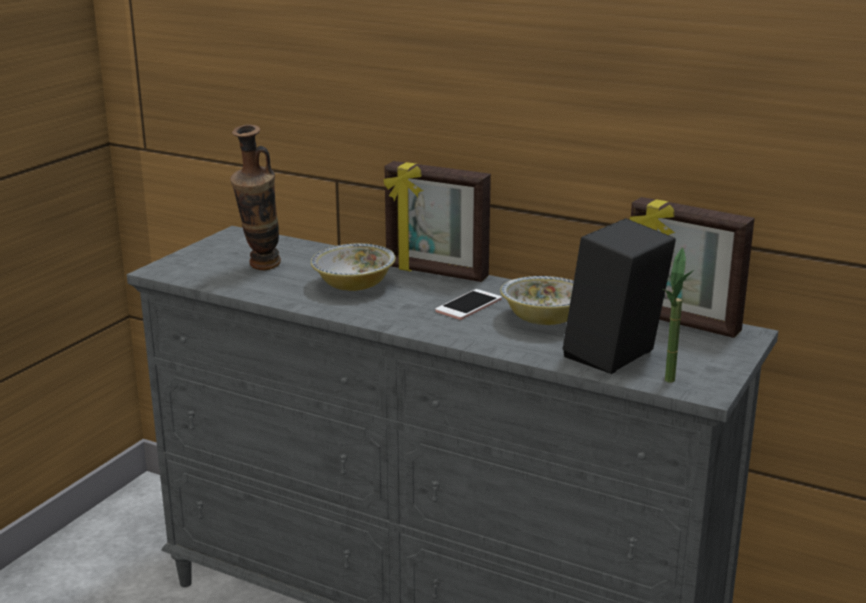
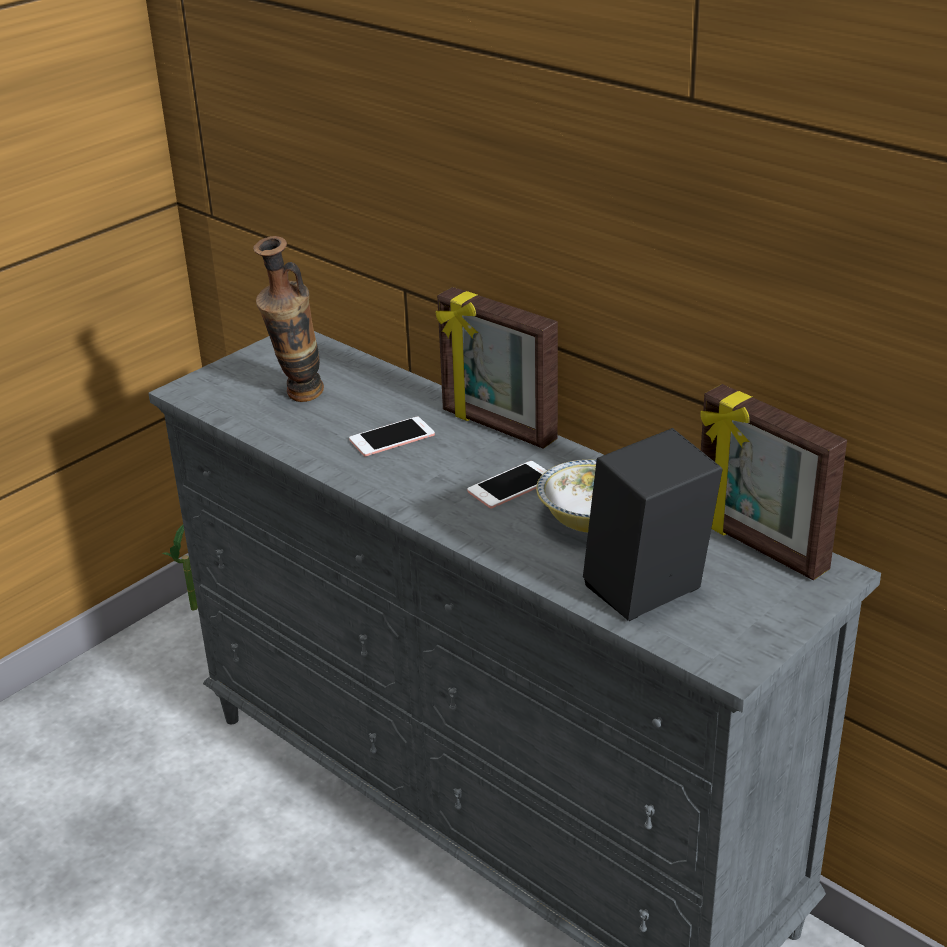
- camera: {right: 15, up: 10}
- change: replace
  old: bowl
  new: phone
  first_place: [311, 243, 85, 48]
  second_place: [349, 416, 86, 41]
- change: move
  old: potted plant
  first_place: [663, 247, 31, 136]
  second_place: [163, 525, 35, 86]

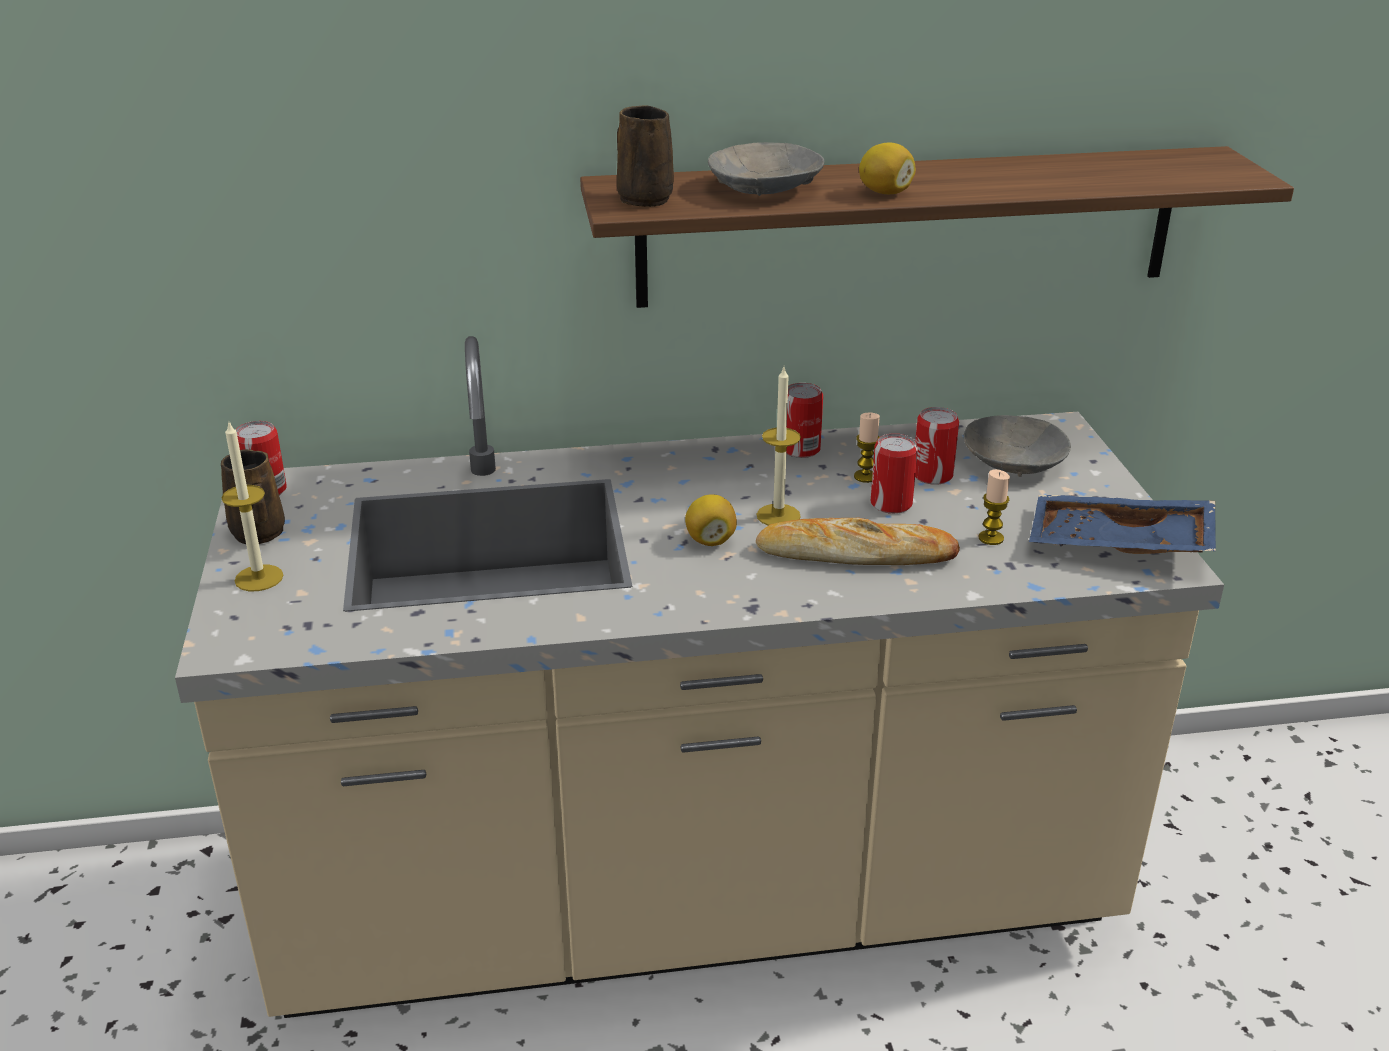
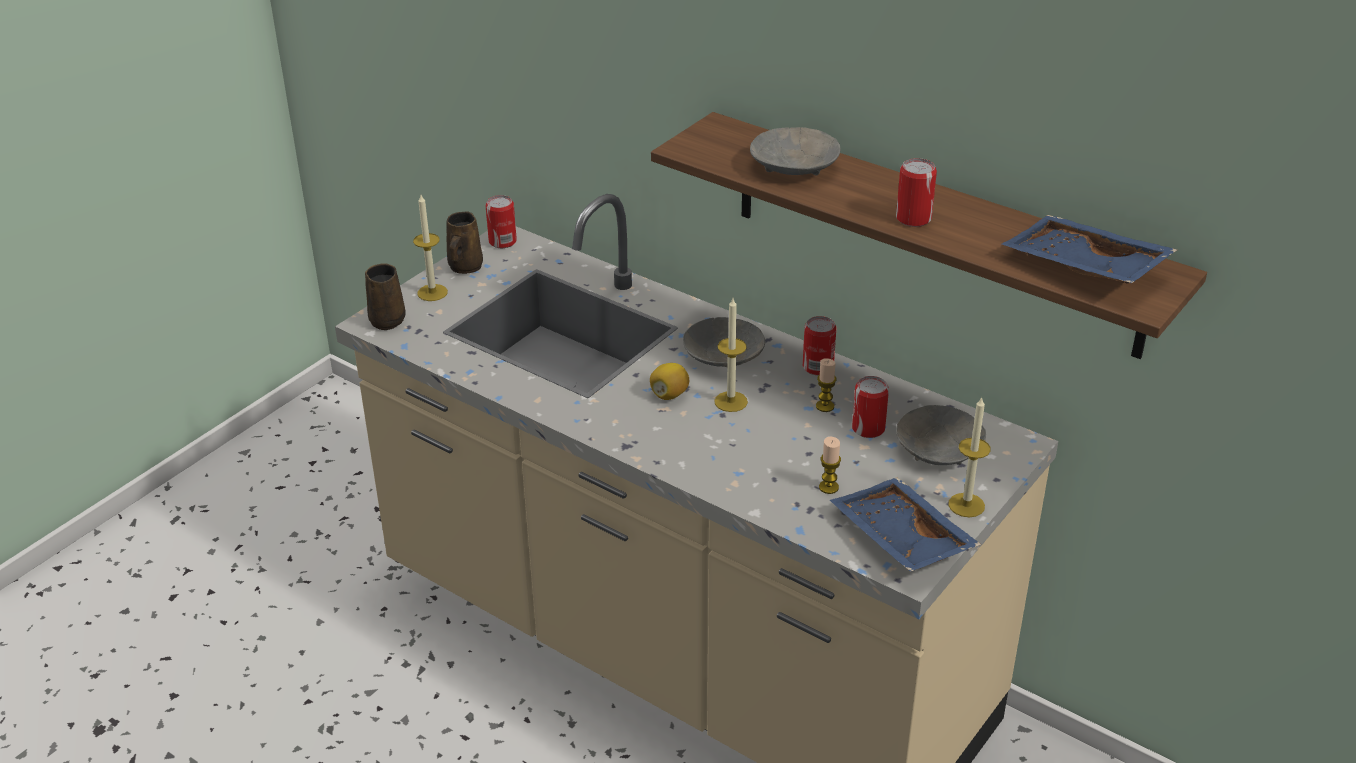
- camera: {right: 45, up: 5}
- change: move
  old: brown mug
  first_place: [617, 105, 57, 102]
  second_place: [365, 263, 41, 67]
- change: delete
  old: bread
  first_place: [756, 518, 204, 47]
- change: delete
  old: lemon
  first_place: [859, 142, 57, 52]
- change: move
  old: can
  first_place: [871, 433, 47, 81]
  second_place: [896, 158, 41, 69]
- change: insert
  new: grey bowl
  second_place: [683, 317, 82, 50]
- change: insert
  new: candle
  second_place: [948, 396, 43, 121]
- change: insert
  new: blue tray
  second_place: [1002, 215, 175, 69]

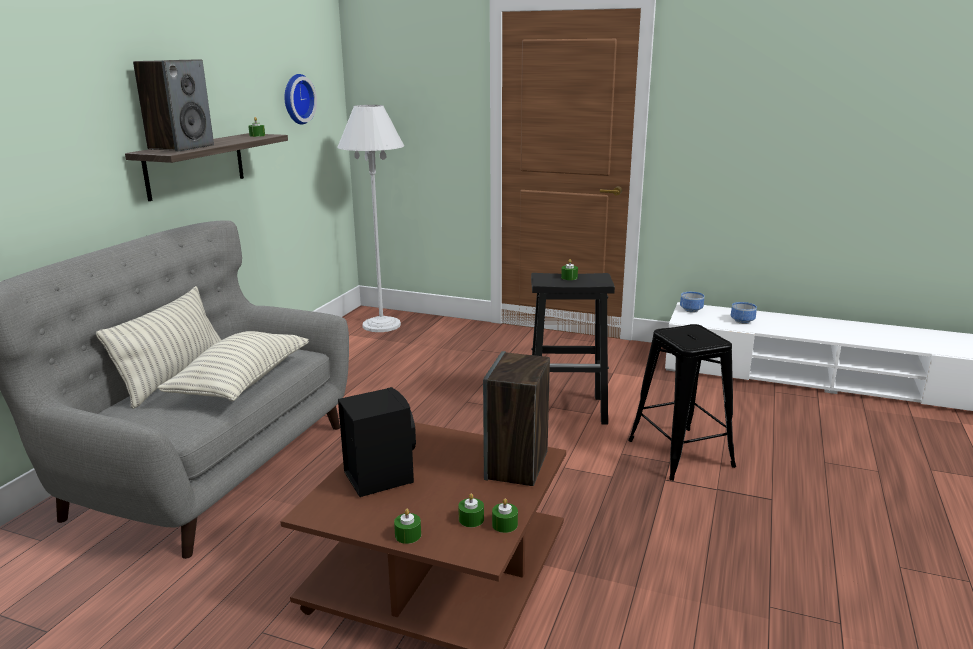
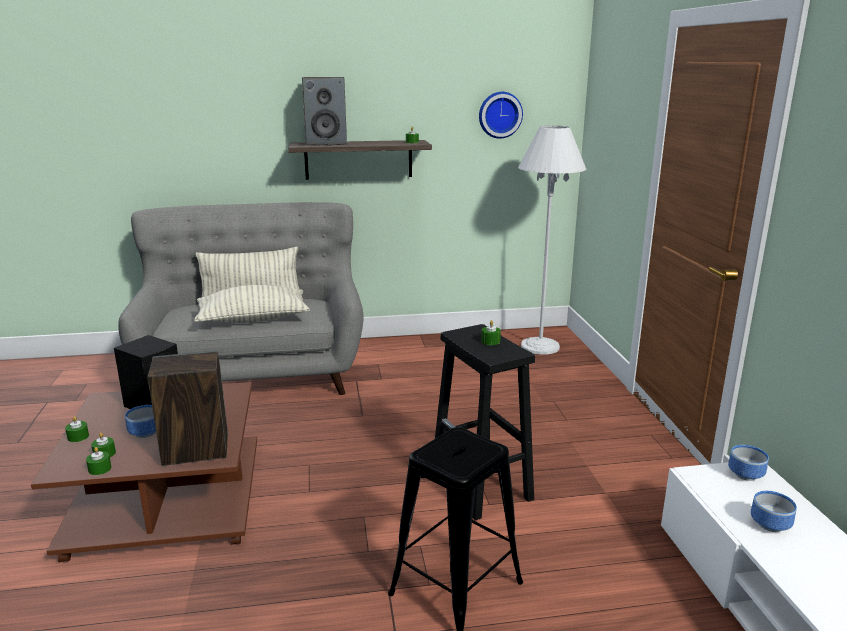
- camera: {right: 60, up: 0}
- change: insert
  new: bowl
  second_place: [125, 405, 31, 33]

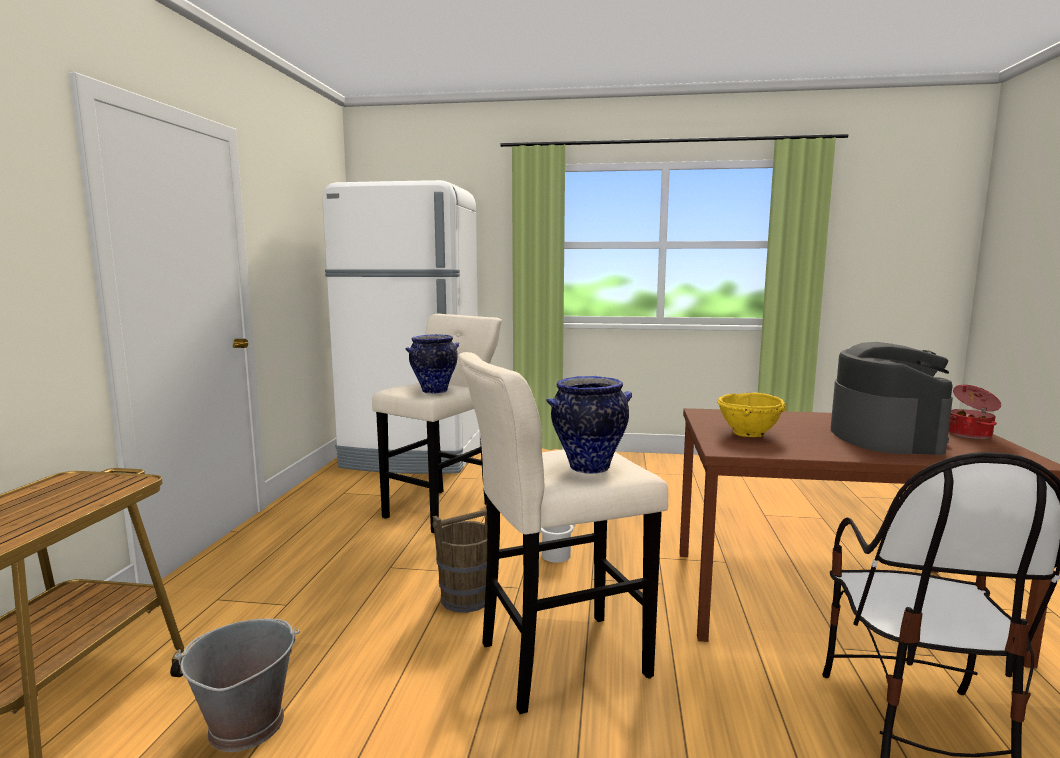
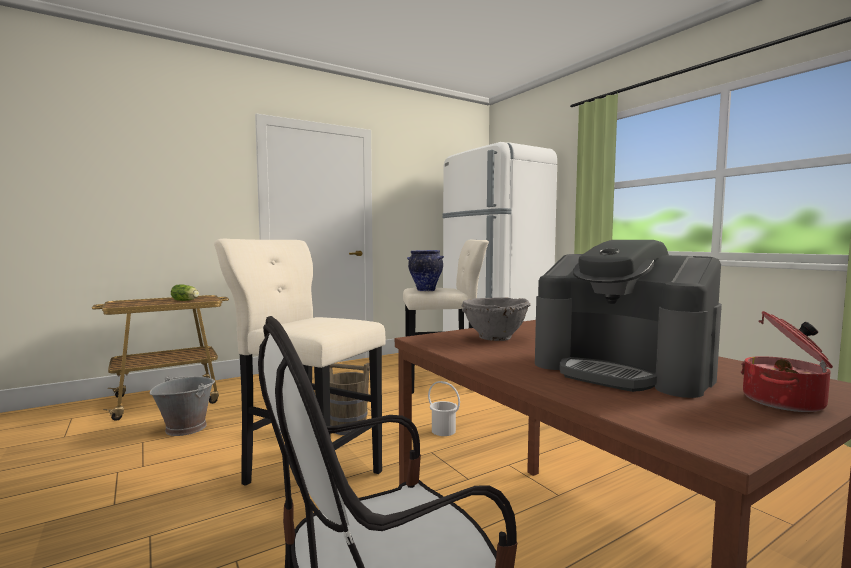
- camera: {right: 50, up: -5}
- change: delete
  old: vase
  first_place: [547, 376, 85, 98]
- change: recolor
  old: yellow bowl
  new: grey bowl
  first_place: [717, 393, 69, 44]
  second_place: [462, 297, 68, 44]
- change: rotate
  old: coffee machine
  first_place: [831, 342, 122, 113]
  second_place: [535, 240, 187, 158]
  degrees: 75
- change: insert
  new: lettuce
  second_place: [171, 284, 28, 17]

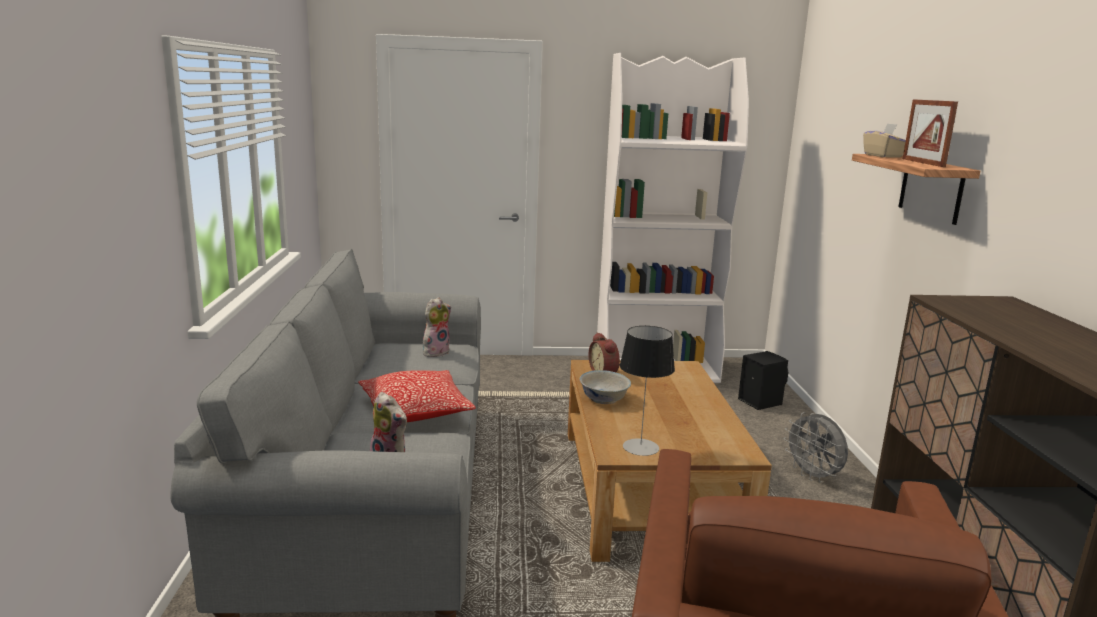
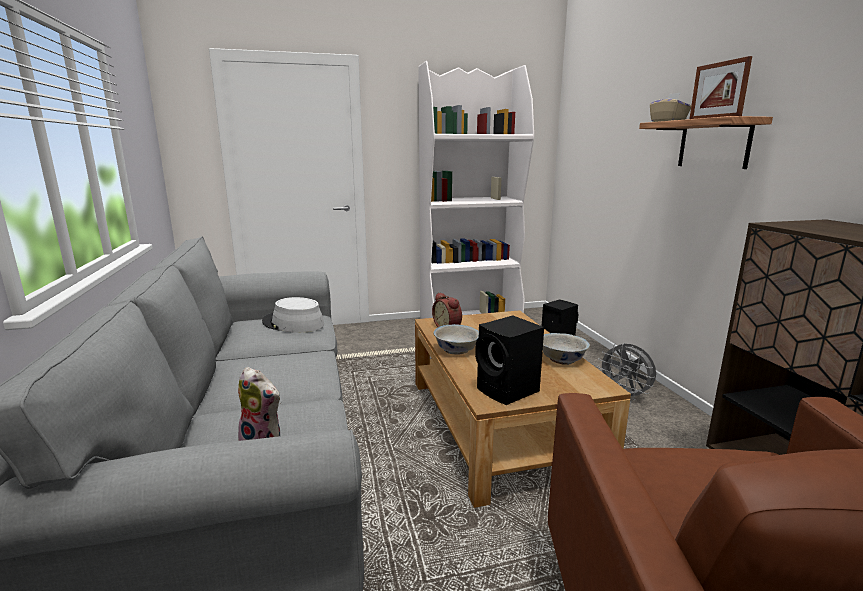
- camera: {right: -10, up: 0}
- change: delete
  old: pillow
  first_place: [358, 370, 118, 52]
- change: replace
  old: plush toy
  new: grey hat
  first_place: [423, 297, 28, 60]
  second_place: [262, 297, 62, 36]
- change: replace
  old: table lamp
  new: black speaker
  first_place: [619, 326, 56, 130]
  second_place: [475, 316, 69, 89]
- change: insert
  new: white bowl
  second_place: [543, 333, 47, 32]

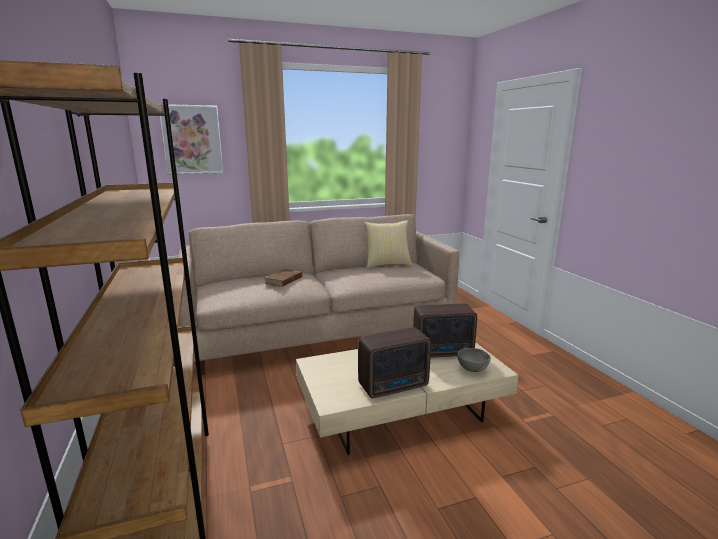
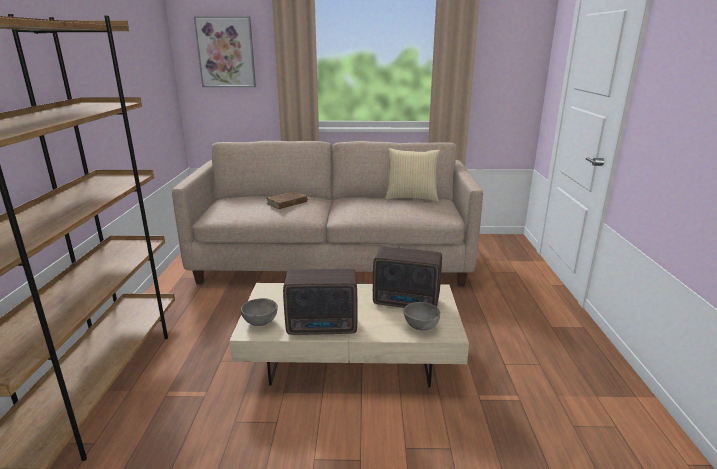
- camera: {right: 20, up: 5}
- change: insert
  new: grey bowl
  second_place: [241, 298, 37, 28]

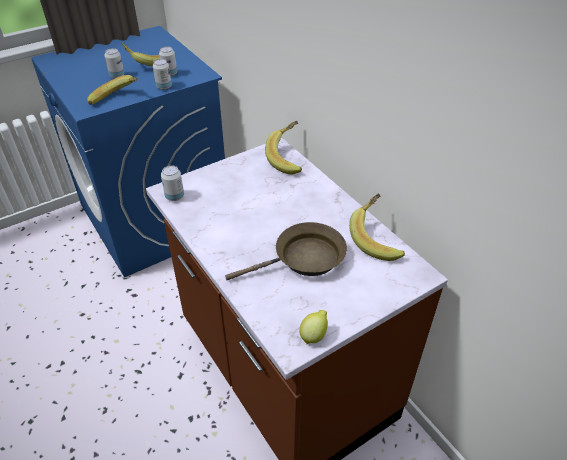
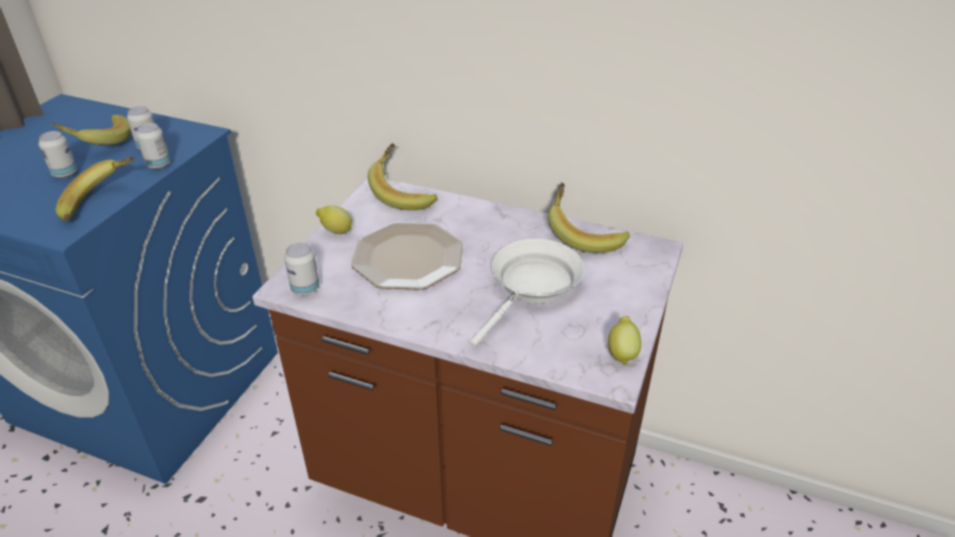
- camera: {right: -35, up: -5}
- change: recolor
  old: brown frying pan
  new: white frying pan
  first_place: [225, 222, 122, 58]
  second_place: [470, 239, 114, 108]
- change: insert
  new: lemon
  second_place: [316, 205, 36, 29]
- change: insert
  new: plate
  second_place: [351, 222, 112, 68]

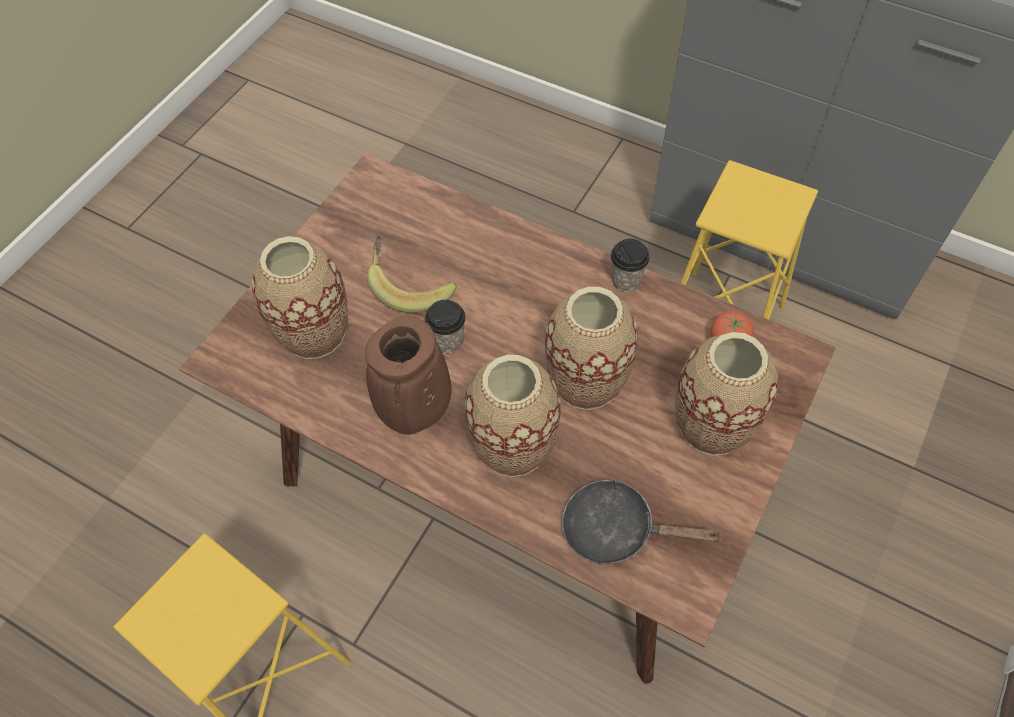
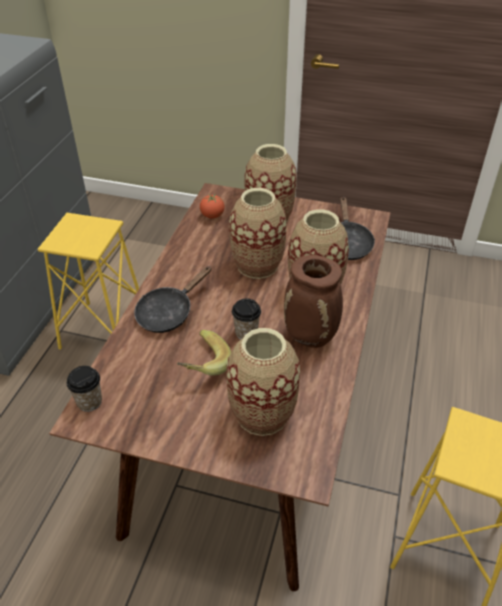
- camera: {right: -105, up: -15}
- change: move
  old: cup
  first_place: [611, 239, 39, 53]
  second_place: [67, 366, 35, 46]
- change: insert
  new: black frying pan
  second_place: [134, 266, 78, 67]

